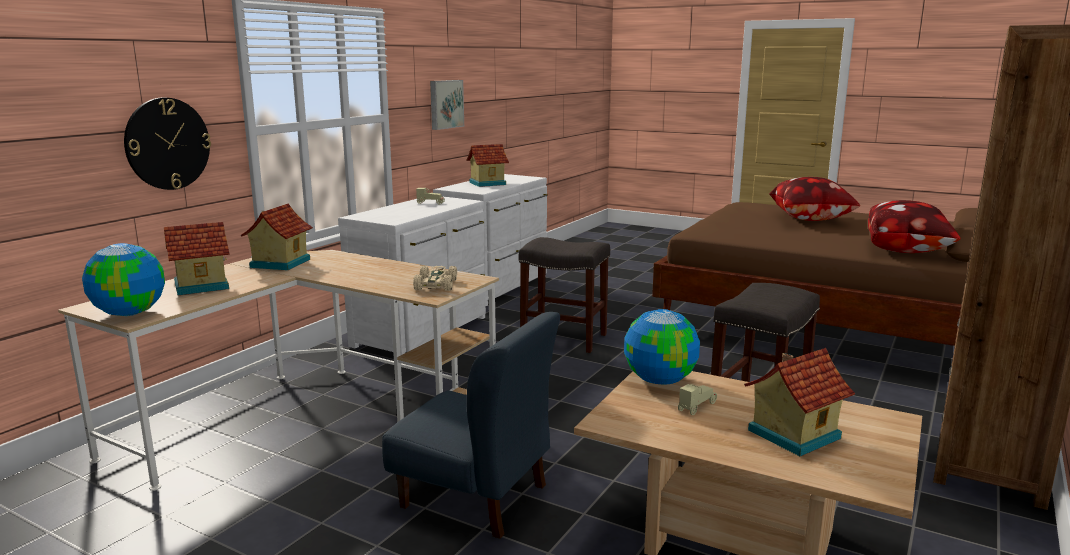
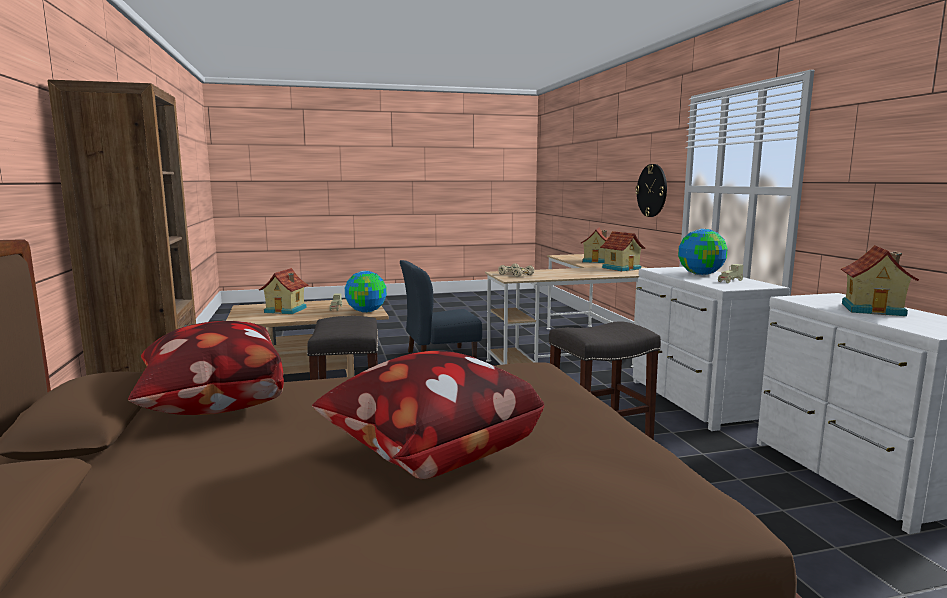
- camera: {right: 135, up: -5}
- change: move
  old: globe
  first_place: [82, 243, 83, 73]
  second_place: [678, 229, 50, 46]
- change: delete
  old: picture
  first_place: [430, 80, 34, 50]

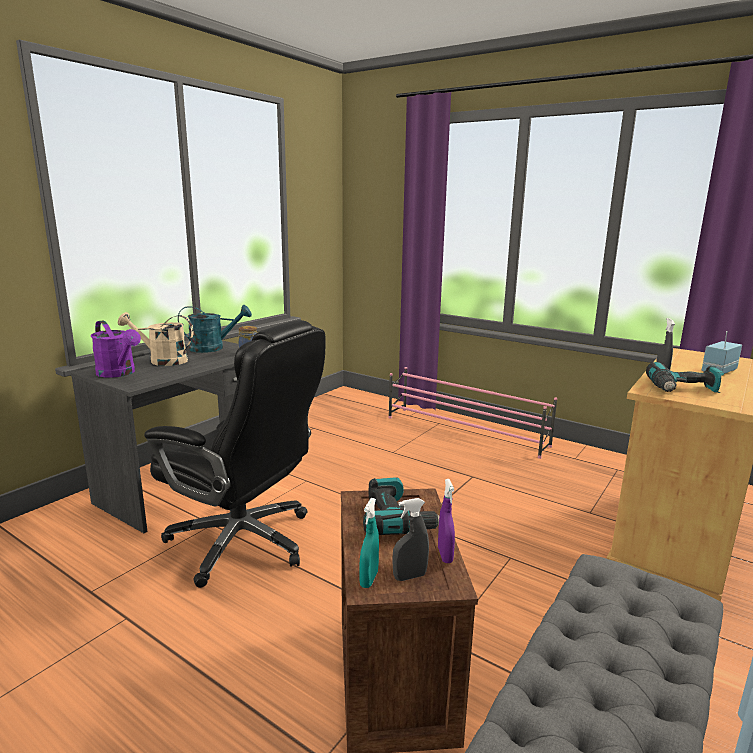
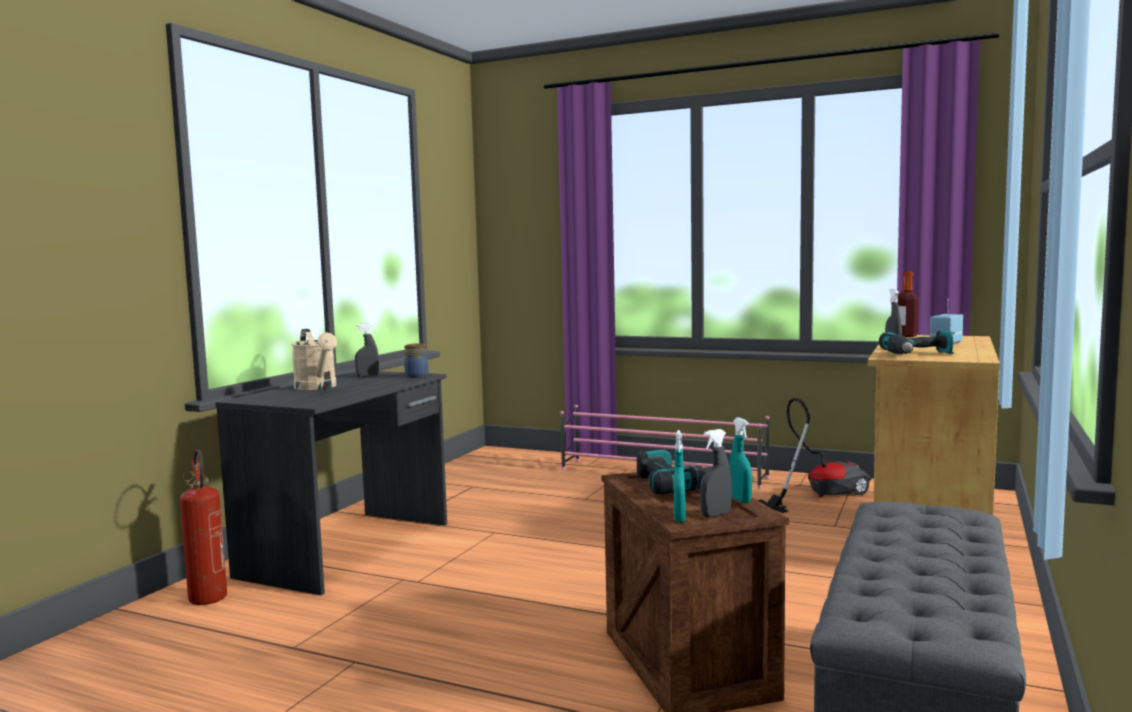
- camera: {right: -10, up: -10}
- change: delete
  old: purple watering can
  first_place: [91, 320, 50, 58]
- change: rotate
  old: beige watering can
  first_place: [118, 312, 76, 54]
  second_place: [291, 329, 46, 61]
  degrees: -120
- change: delete
  old: black office chair
  first_place: [144, 320, 181, 268]
- change: replace
  old: turquoise watering can
  new: grey spray bottle
  first_place: [178, 305, 74, 48]
  second_place: [355, 323, 24, 54]
- change: recolor
  old: purple spray bottle
  new: turquoise spray bottle
  first_place: [438, 479, 17, 84]
  second_place: [729, 417, 23, 86]
- change: insert
  new: fire extinguisher
  second_place: [180, 449, 47, 156]
- change: insert
  new: vacuum cleaner
  second_place: [758, 398, 113, 115]
- change: insert
  new: bottle
  second_place: [898, 272, 21, 65]

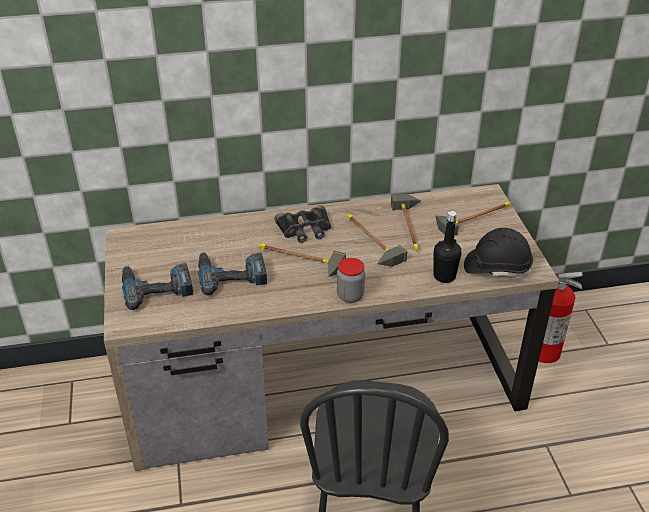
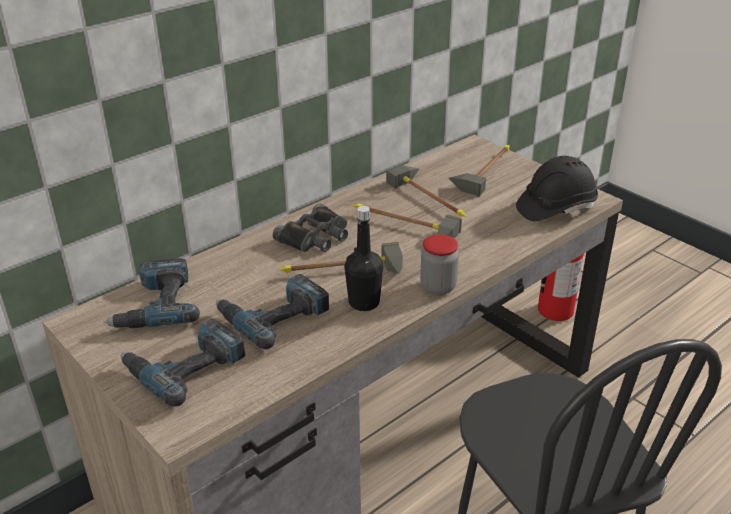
- camera: {right: -30, up: -5}
- change: move
  old: black bottle
  first_place: [434, 211, 28, 72]
  second_place: [344, 206, 39, 105]
- change: insert
  new: power drill
  second_place: [104, 258, 96, 70]

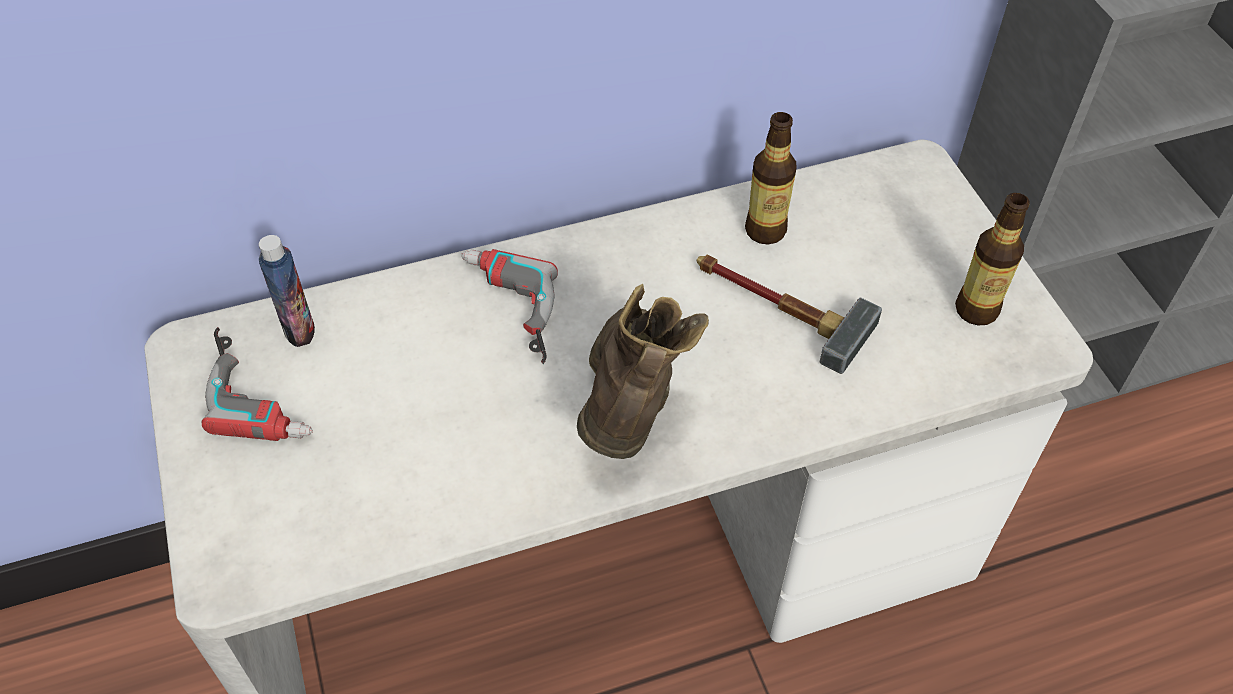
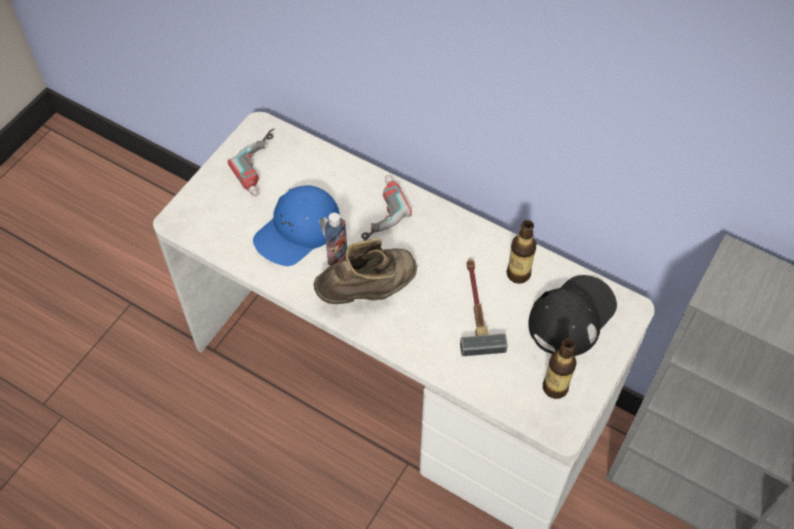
- camera: {right: 50, up: 5}
- change: move
  old: bottle
  first_place: [259, 235, 56, 112]
  second_place: [325, 213, 22, 53]
- change: insert
  new: blue cap
  second_place: [253, 185, 87, 81]
- change: insert
  new: black cap
  second_place: [528, 275, 89, 81]

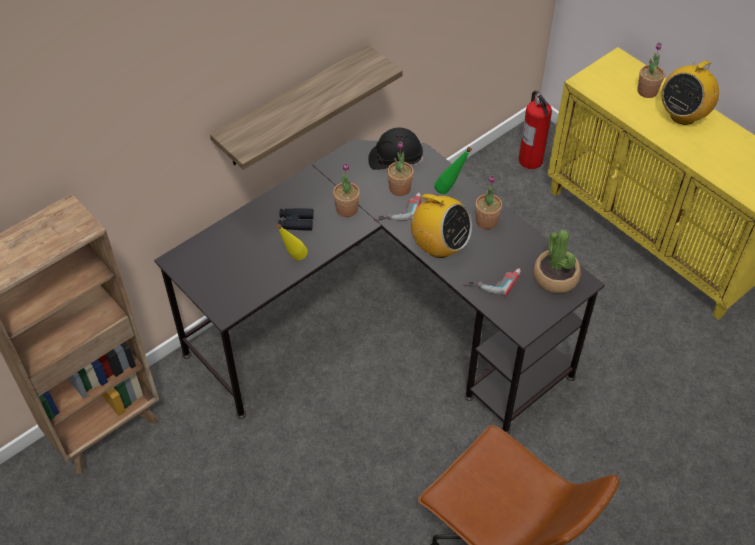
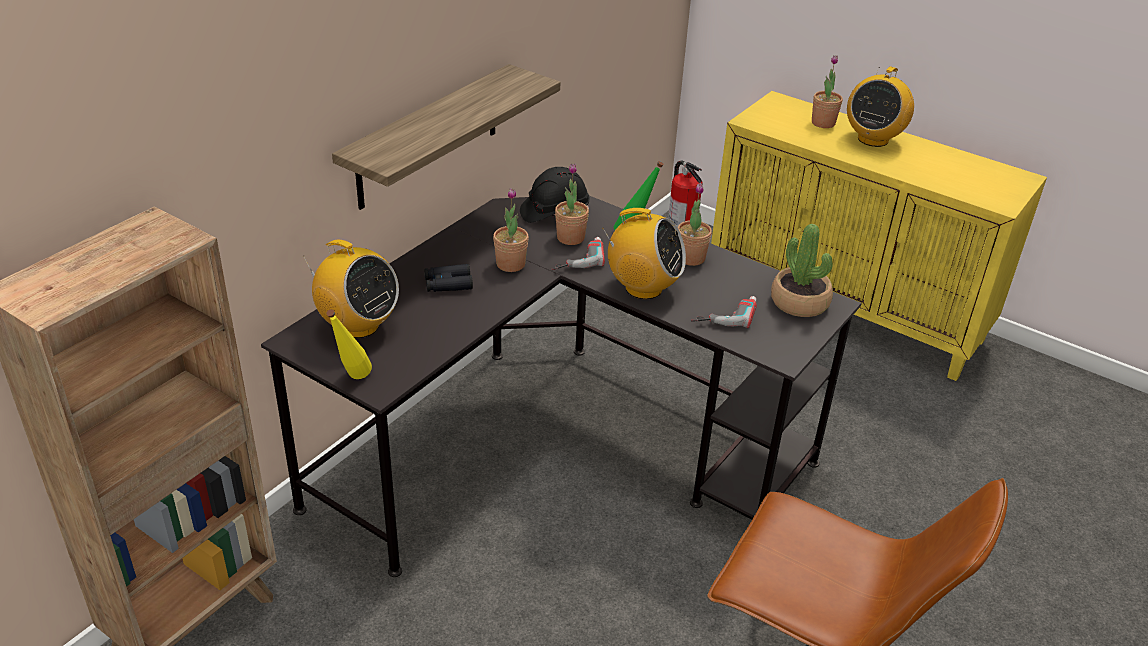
- camera: {right: -15, up: -15}
- change: move
  old: yellow bottle
  first_place: [276, 224, 32, 36]
  second_place: [327, 309, 45, 70]
- change: insert
  new: radio
  second_place: [302, 240, 97, 98]

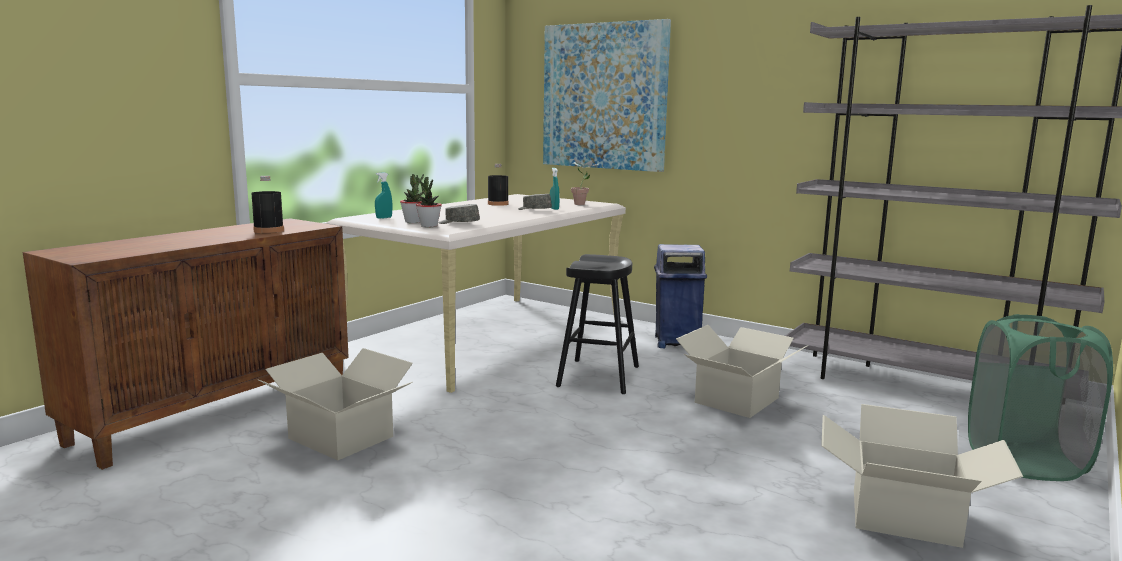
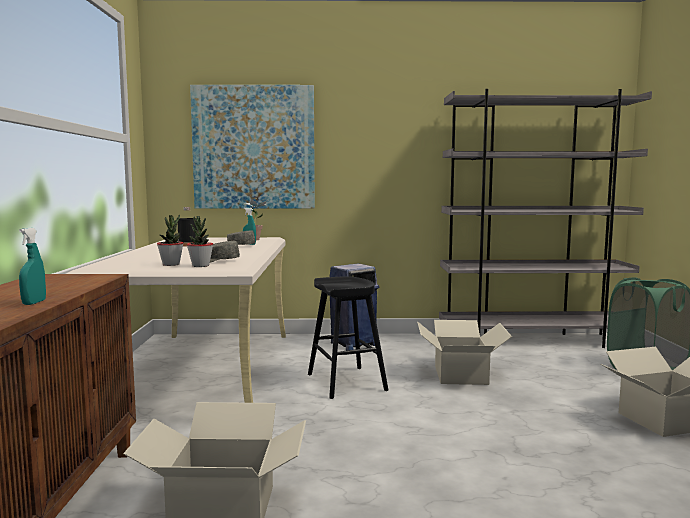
- camera: {right: -35, up: -5}
- change: delete
  old: black bottle
  first_place: [251, 176, 33, 57]
- change: move
  old: turquoise spray bottle
  first_place: [375, 172, 17, 47]
  second_place: [19, 228, 27, 77]

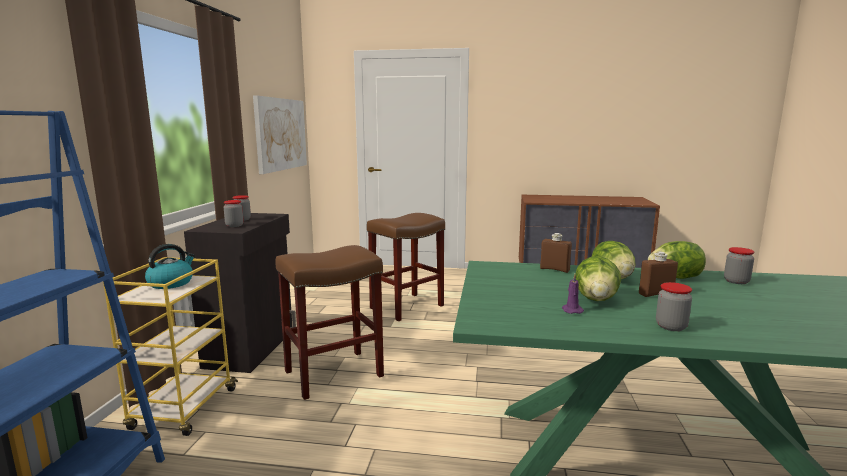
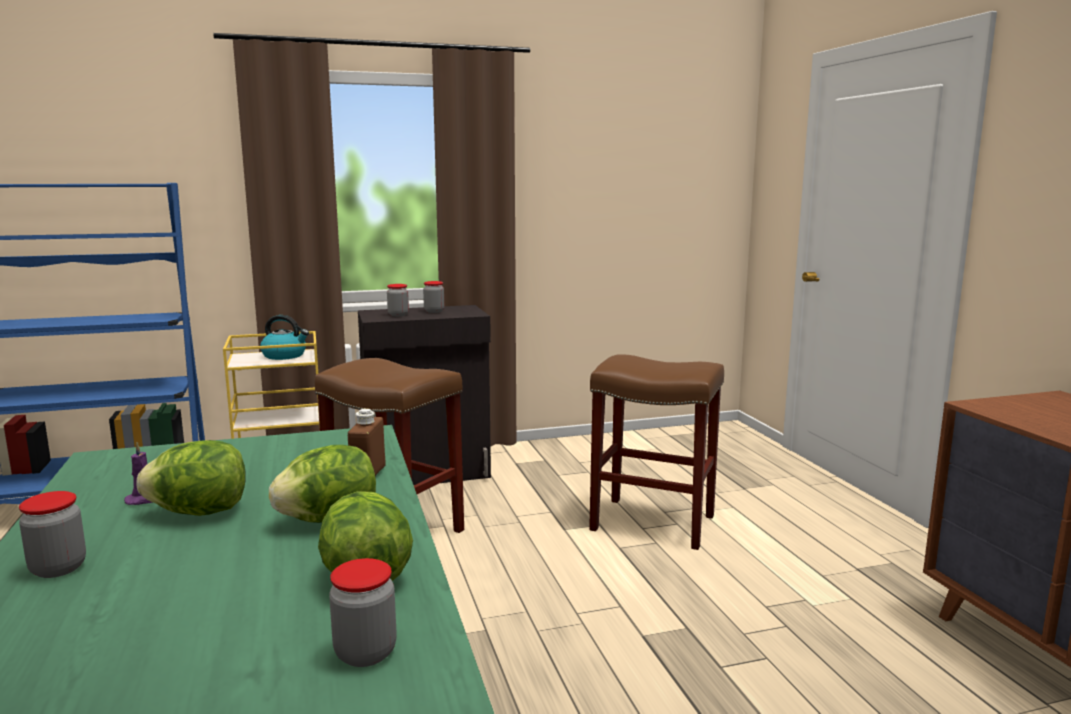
- camera: {right: 65, up: 0}
- change: delete
  old: picture
  first_place: [253, 96, 54, 78]
- change: delete
  old: brown bottle
  first_place: [639, 252, 39, 45]

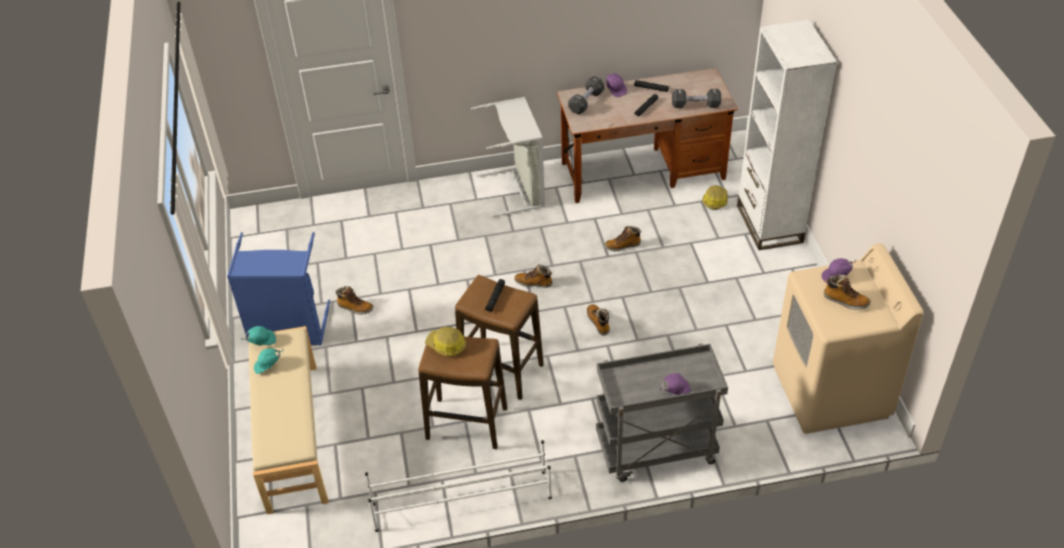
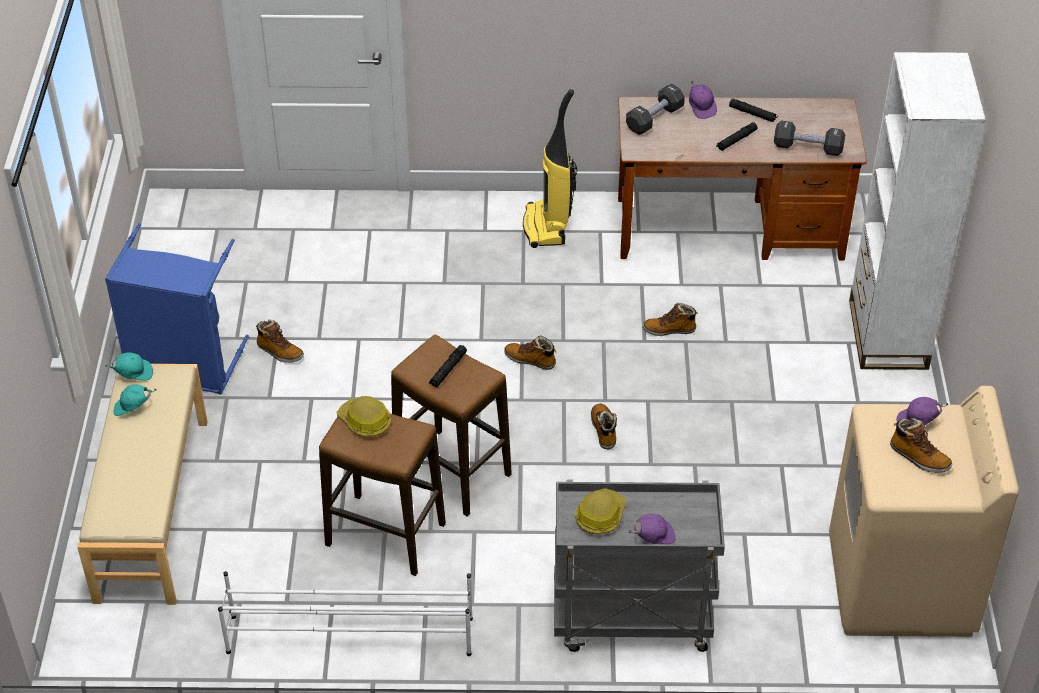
- camera: {right: 10, up: 0}
- change: replace
  old: grey laundry basket
  new: vacuum cleaner
  first_place: [471, 97, 74, 120]
  second_place: [523, 89, 54, 159]
- change: move
  old: hard hat
  first_place: [702, 185, 26, 25]
  second_place: [575, 488, 51, 46]

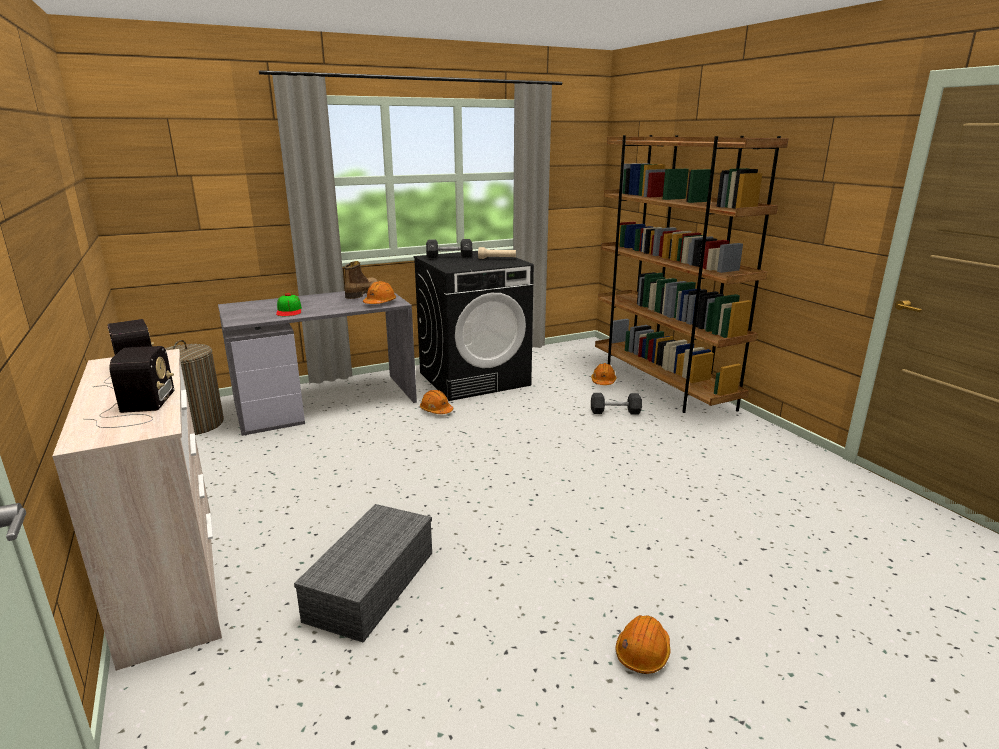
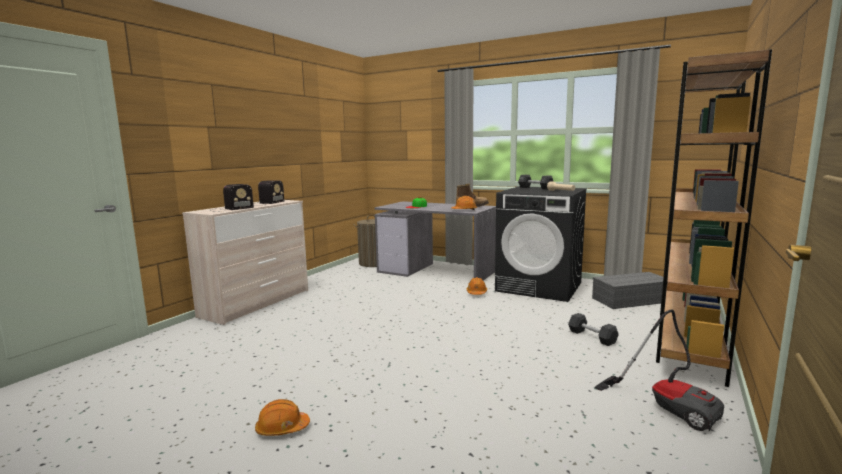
- camera: {right: 55, up: -10}
- change: move
  old: grey storage box
  first_place: [294, 504, 138, 139]
  second_place: [592, 272, 76, 37]
- change: delete
  old: orange hard hat
  first_place: [591, 363, 25, 22]
- change: insert
  new: vacuum cleaner
  second_place: [595, 310, 129, 121]

